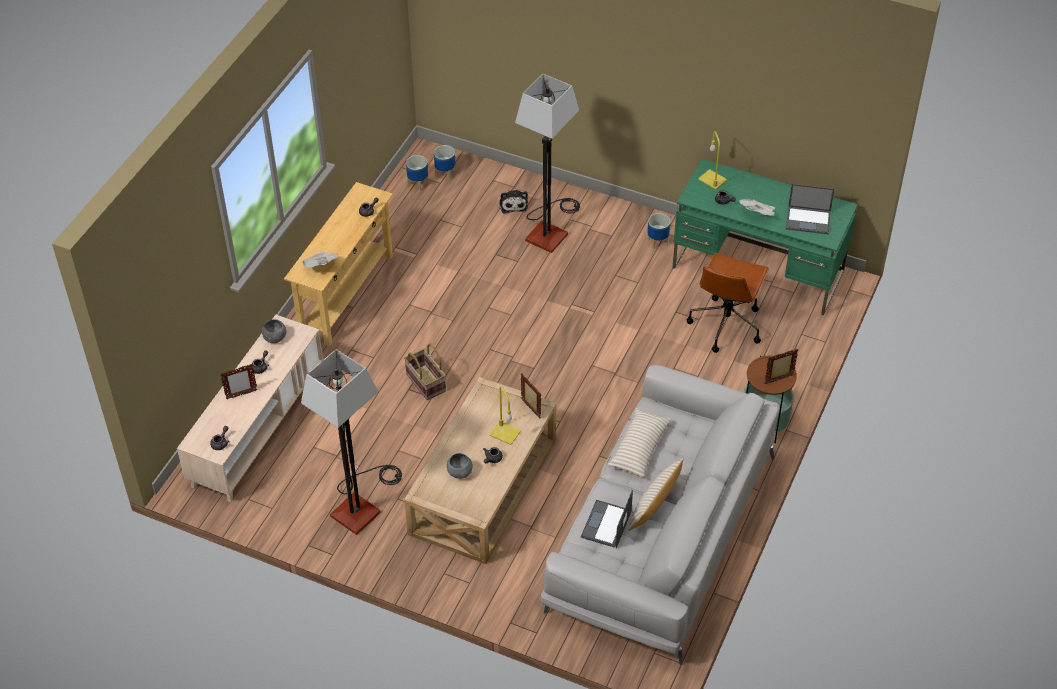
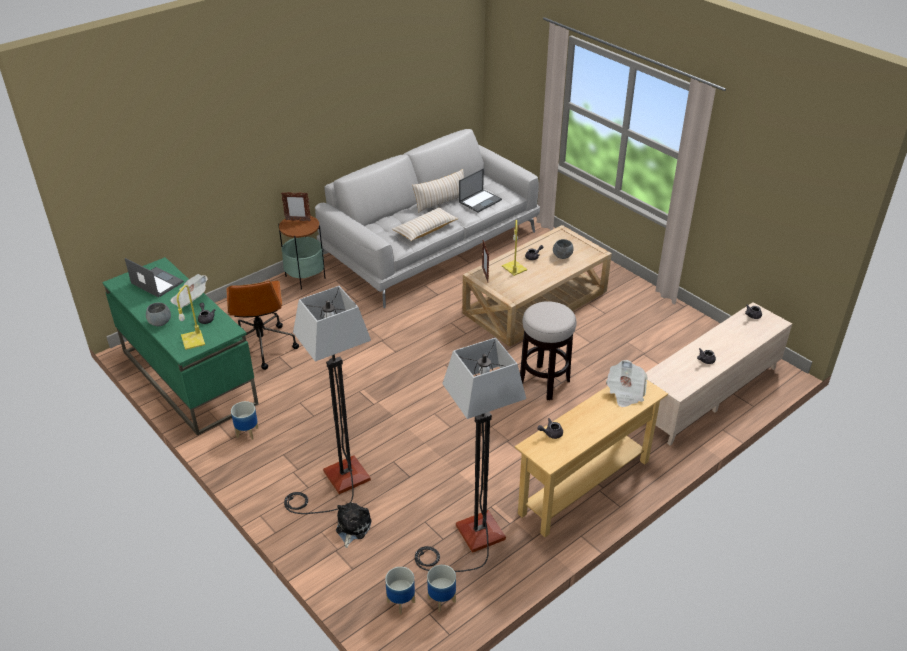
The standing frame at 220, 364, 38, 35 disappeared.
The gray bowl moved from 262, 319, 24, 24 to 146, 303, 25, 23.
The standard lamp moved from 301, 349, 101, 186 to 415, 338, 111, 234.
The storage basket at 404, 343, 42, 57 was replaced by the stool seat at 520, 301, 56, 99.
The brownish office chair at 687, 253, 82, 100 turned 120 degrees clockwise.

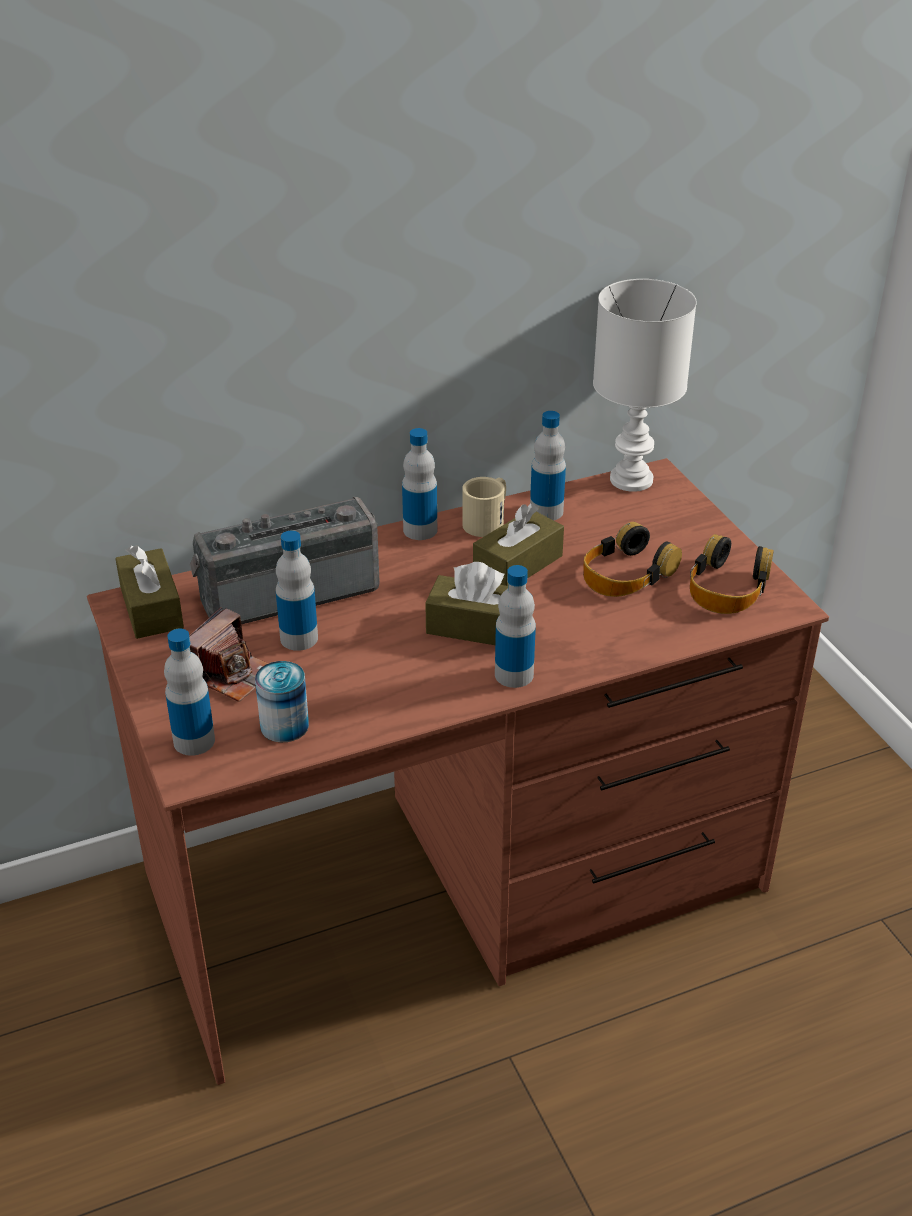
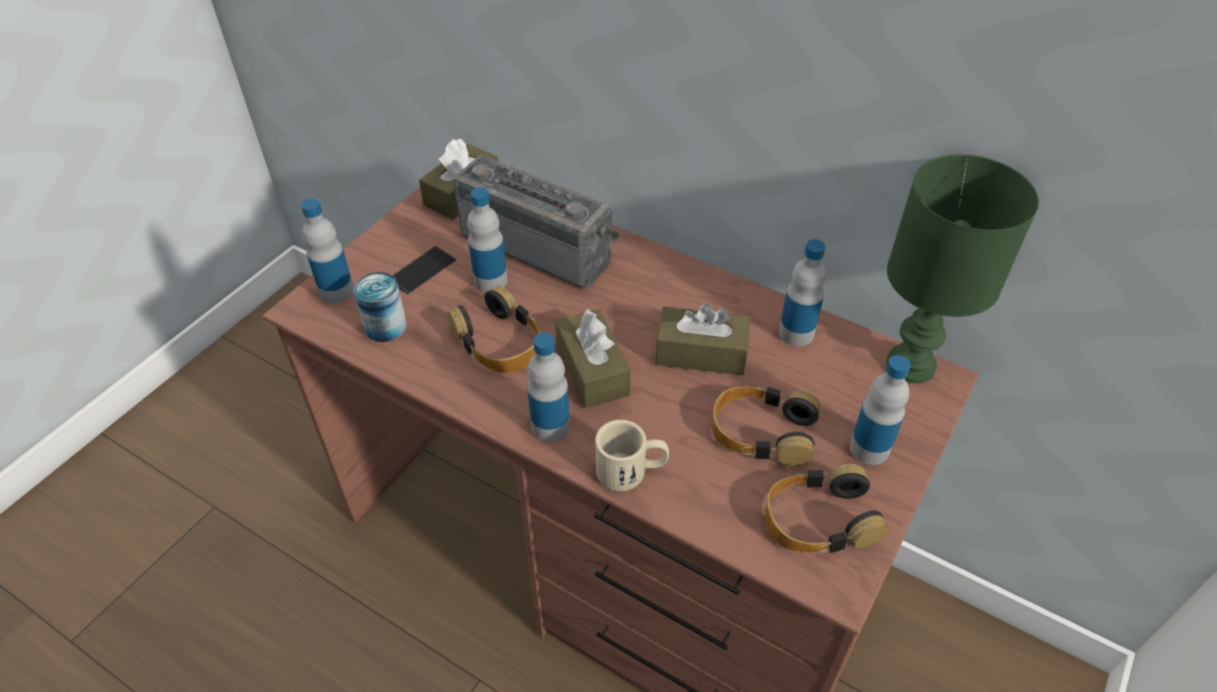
The photo camera at 189, 607, 80, 95 was replaced by the handset at 392, 246, 64, 49.
The drink bottle moved from 402, 428, 35, 112 to 850, 355, 61, 110.
The beige-coloured tea mug moved from 462, 477, 44, 60 to 595, 420, 74, 71.
The white lamp for a table at 593, 279, 104, 213 became the greenish lamp for a table at 887, 154, 152, 229.
The pair of headphones at 447, 286, 93, 87 appeared.

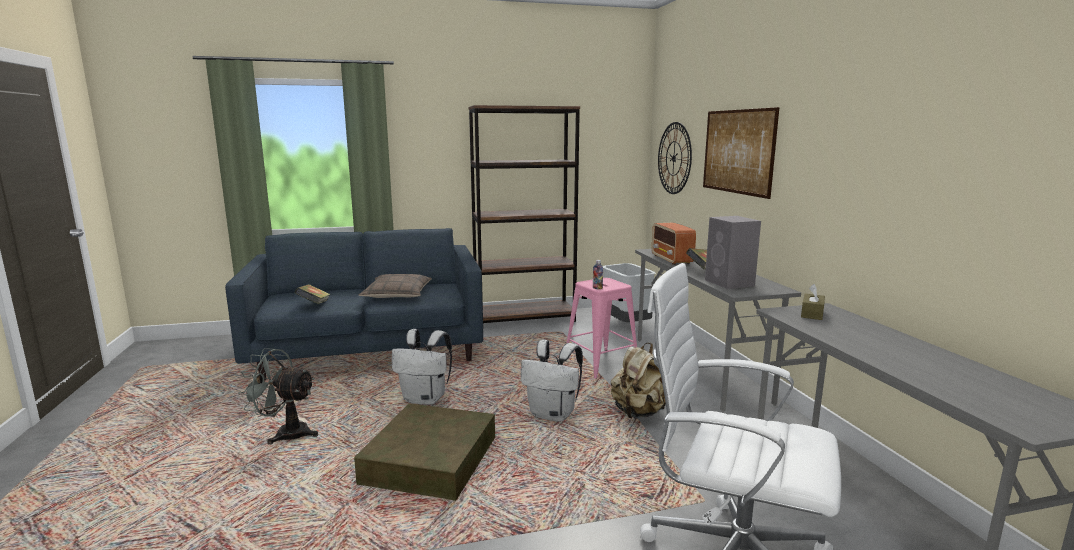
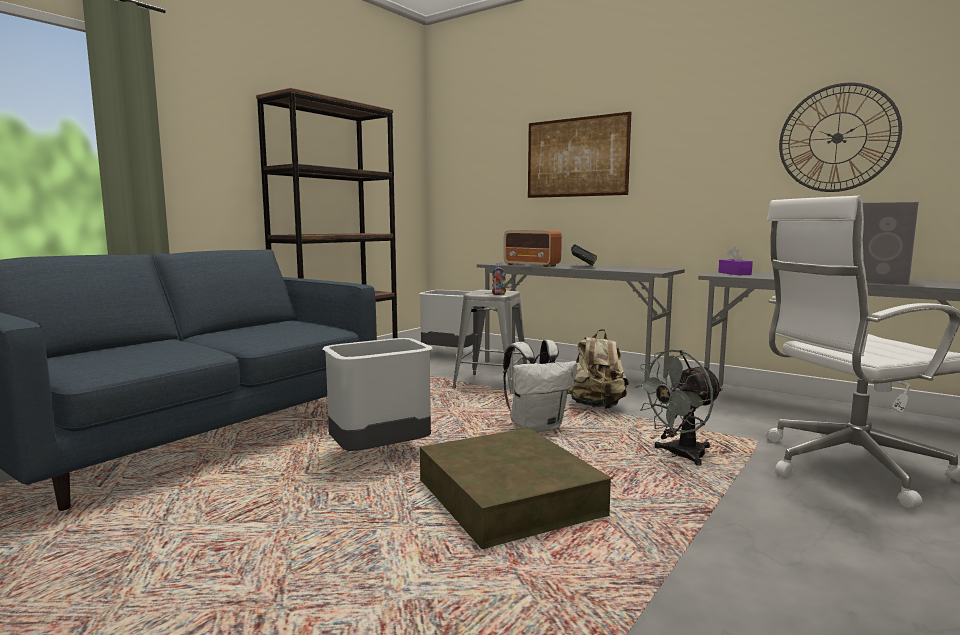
The gray fan moved from 238, 348, 80, 97 to 635, 350, 88, 116.
The volume at 294, 284, 36, 20 disappeared.
The throw pillow at 359, 274, 73, 24 disappeared.
The white backpack at 392, 329, 60, 76 was replaced by the gray trash can at 323, 338, 109, 113.
The pink stool seat at 567, 278, 70, 101 became the gray stool seat at 453, 290, 74, 104.
The hanging clock moved from 658, 122, 34, 72 to 779, 82, 123, 110.
The gray loudspeaker moved from 705, 216, 56, 73 to 862, 202, 57, 83.
The brownish box of tissues at 801, 284, 24, 36 became the purple box of tissues at 718, 247, 35, 28.

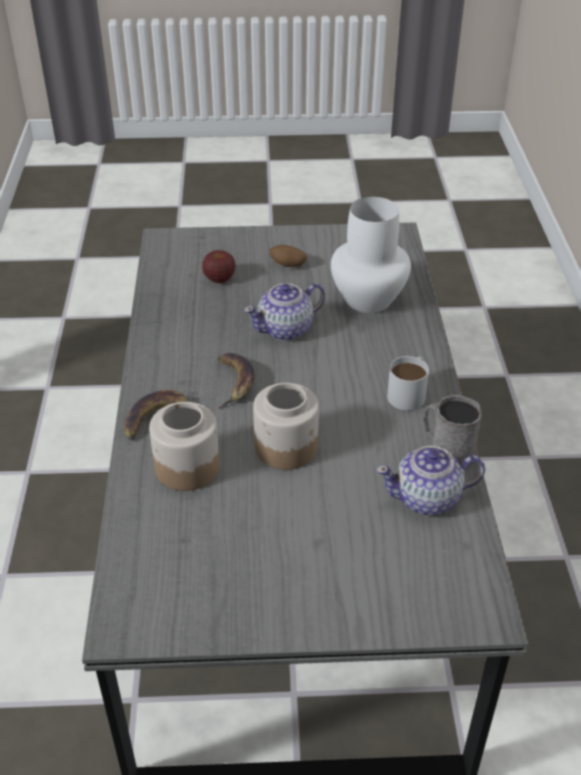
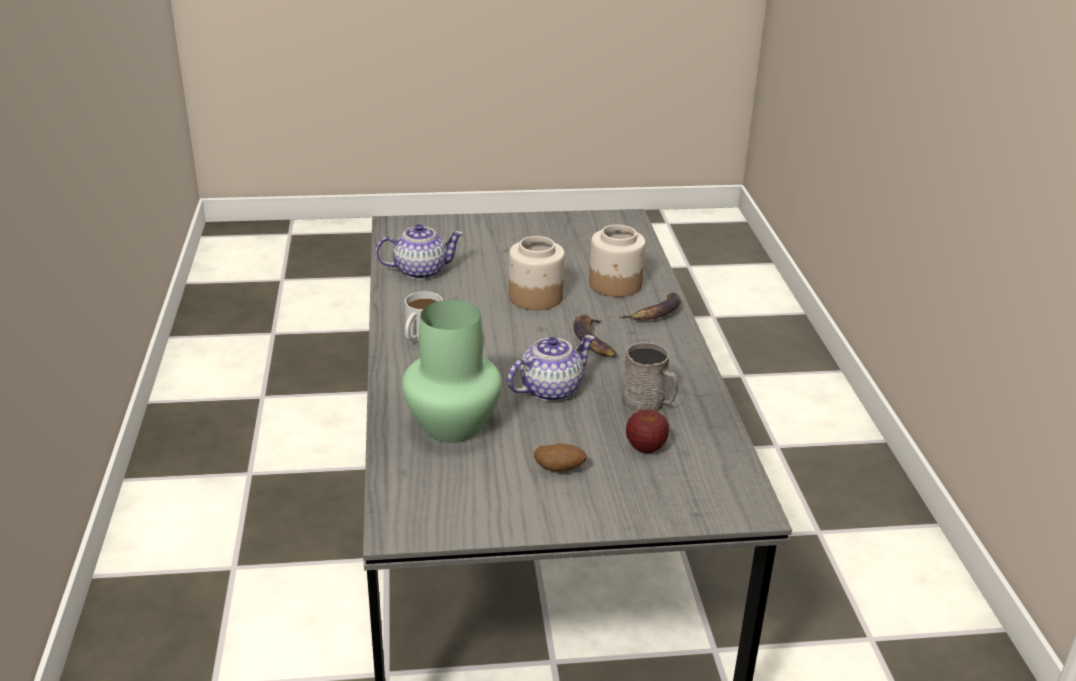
The white vase at 331, 197, 80, 116 became the greenish vase at 402, 300, 100, 143.
The gray tea mug moved from 424, 395, 58, 66 to 622, 342, 57, 71.

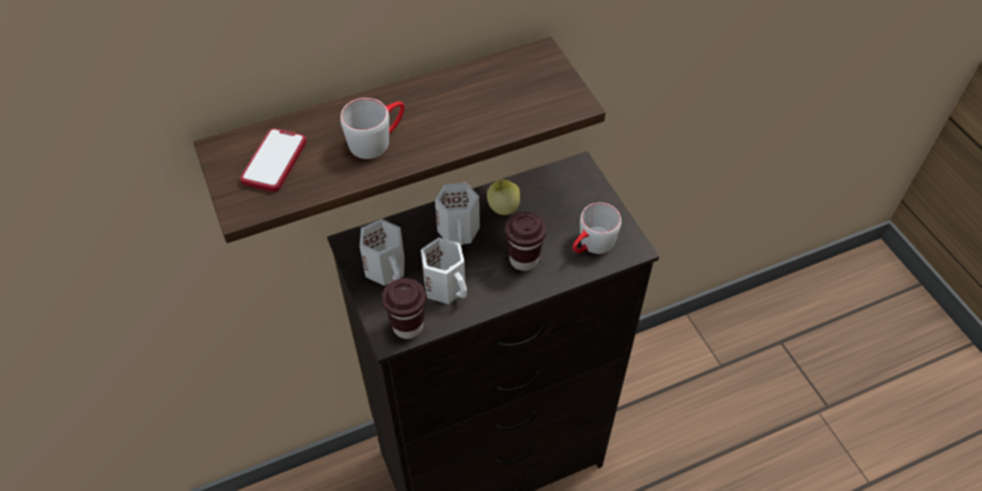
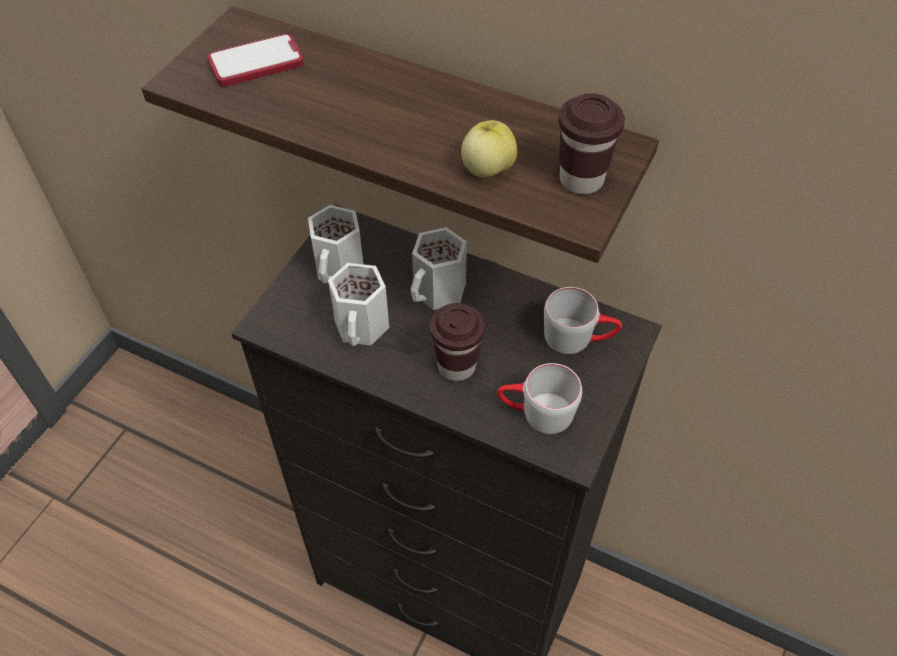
The gray tea mug moved from 340, 98, 65, 61 to 544, 287, 78, 67.
The brownish drinking cup moved from 382, 278, 44, 61 to 559, 93, 66, 101.
The apple moved from 487, 179, 33, 36 to 461, 120, 57, 57.

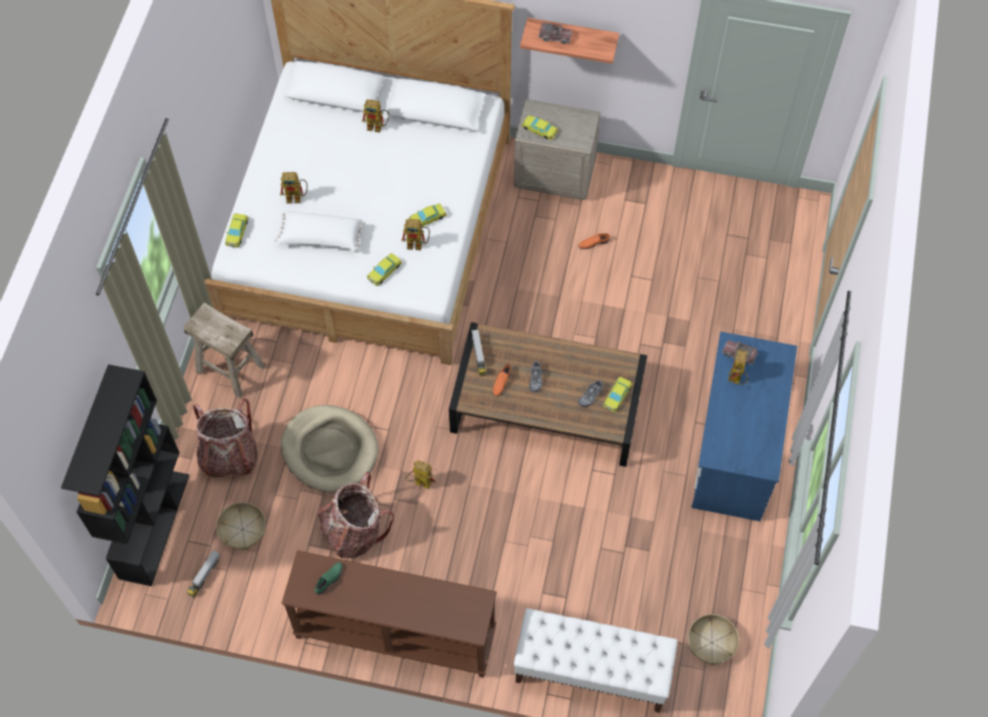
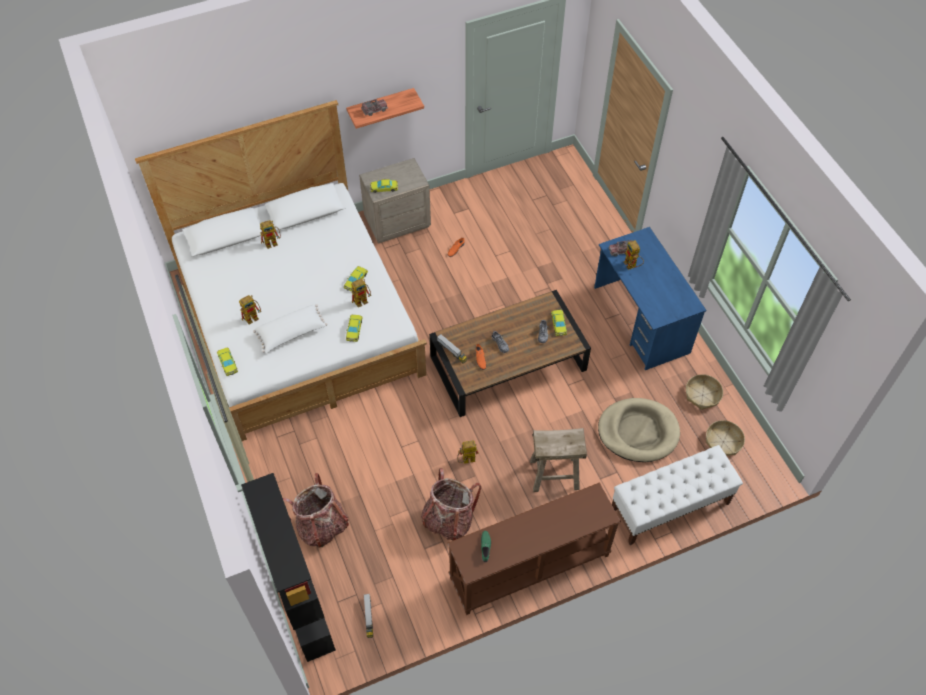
The beige-coloured stool seat moved from 183, 302, 82, 96 to 530, 428, 57, 64.
The storage basket moved from 216, 502, 50, 48 to 686, 374, 37, 36.
The beige-coloured dog cushion moved from 281, 405, 98, 87 to 598, 398, 82, 64.

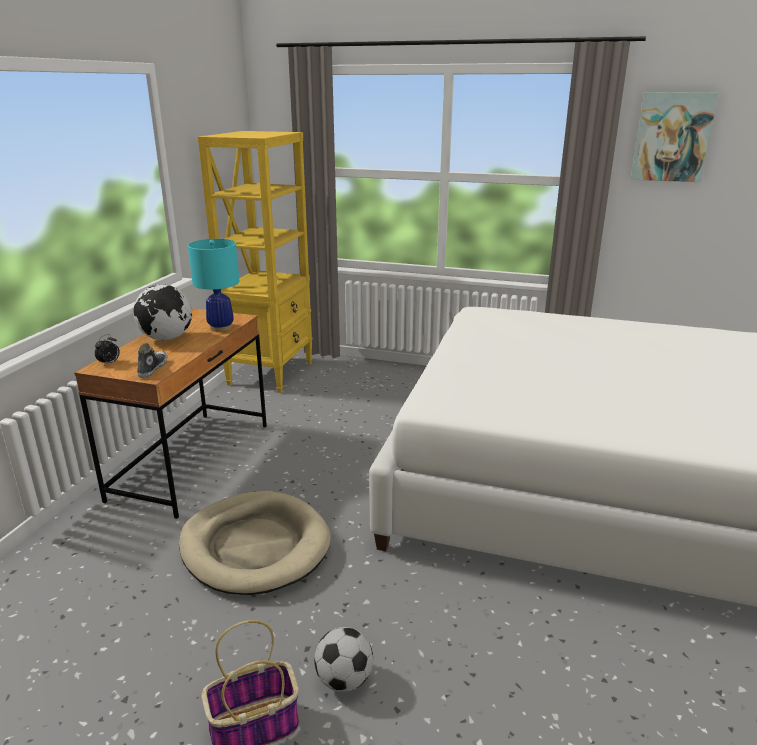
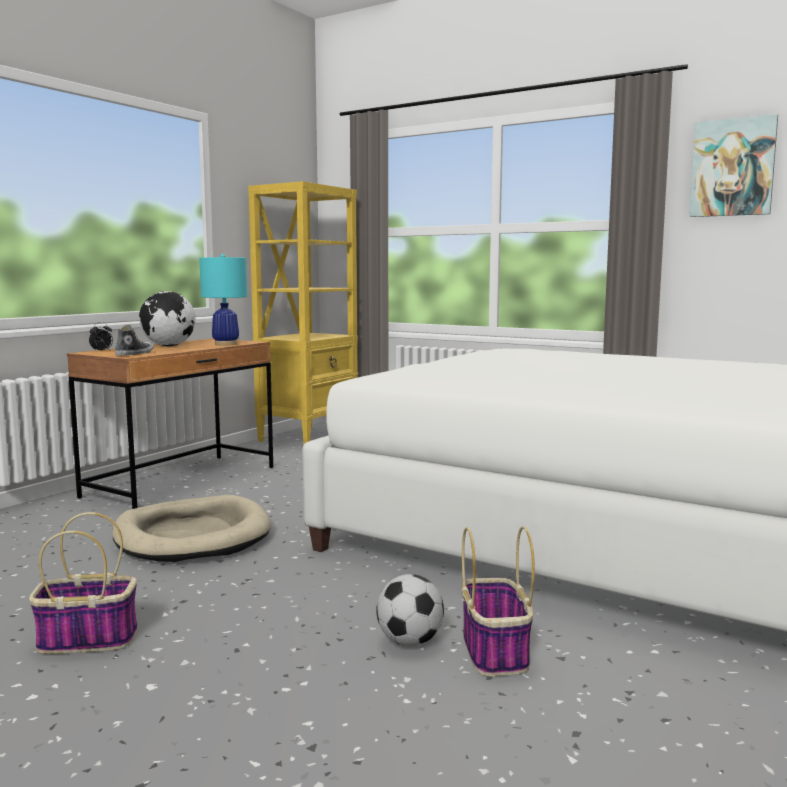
The ball for football moved from 314, 627, 59, 65 to 376, 574, 68, 72.
The storage basket at 462, 526, 73, 150 appeared.

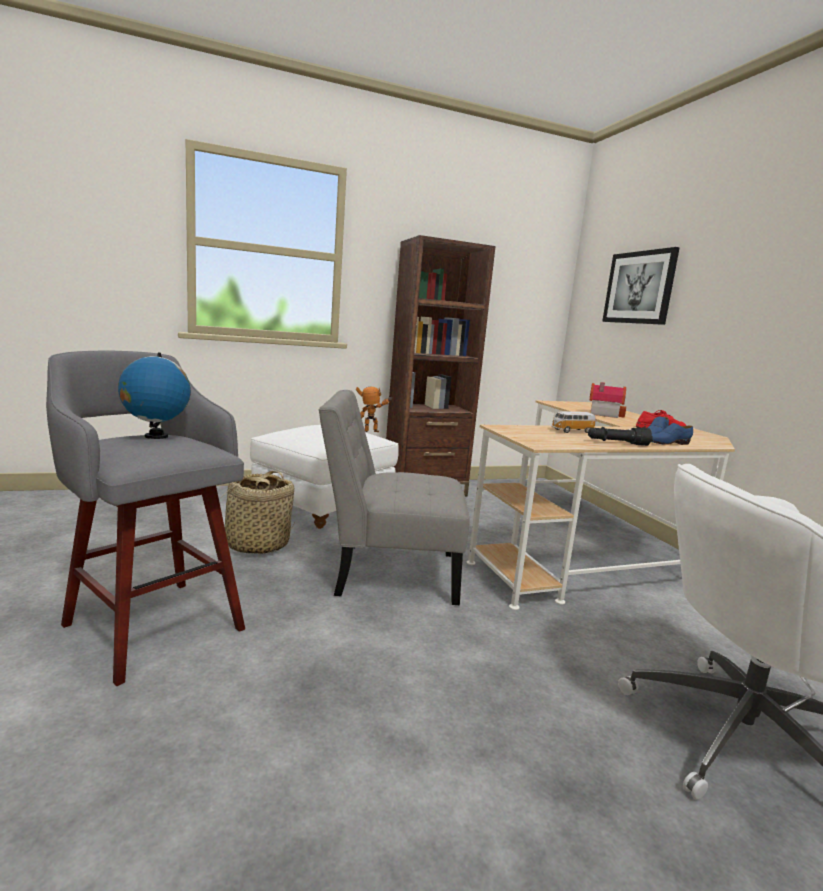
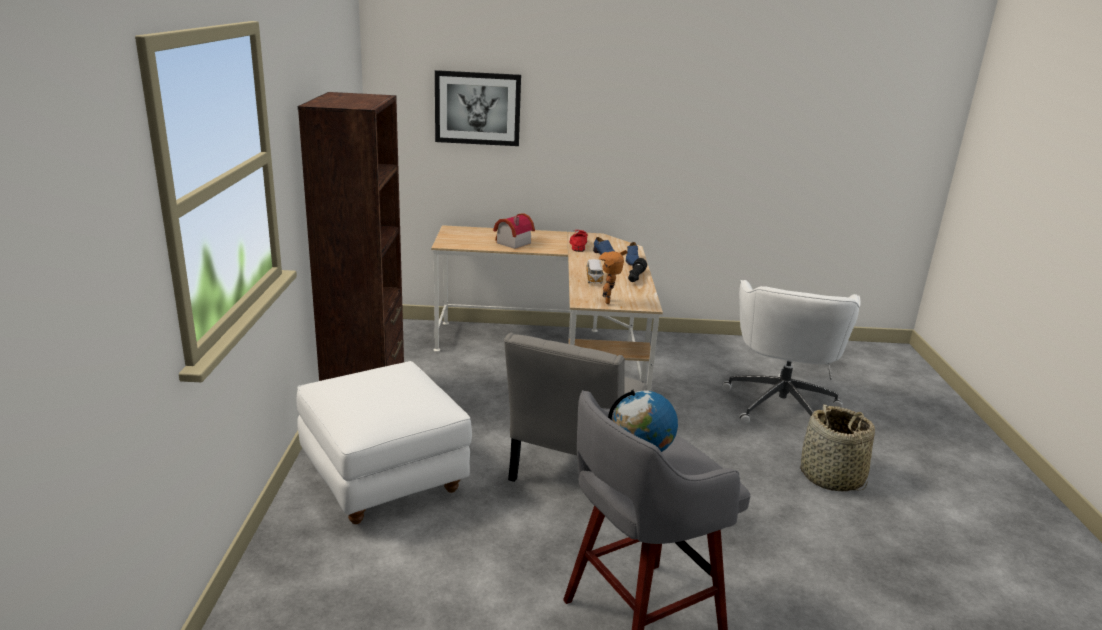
The storage basket moved from 225, 471, 69, 83 to 800, 404, 75, 87.
The model robot moved from 356, 387, 37, 45 to 599, 250, 29, 54.

